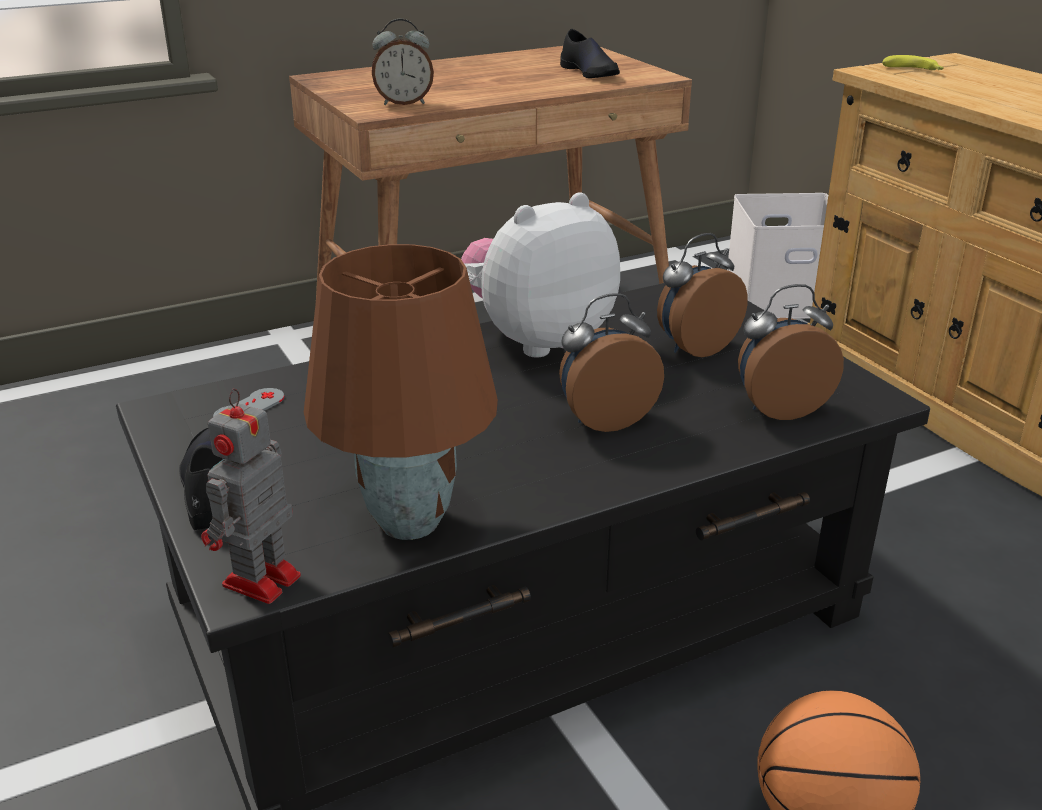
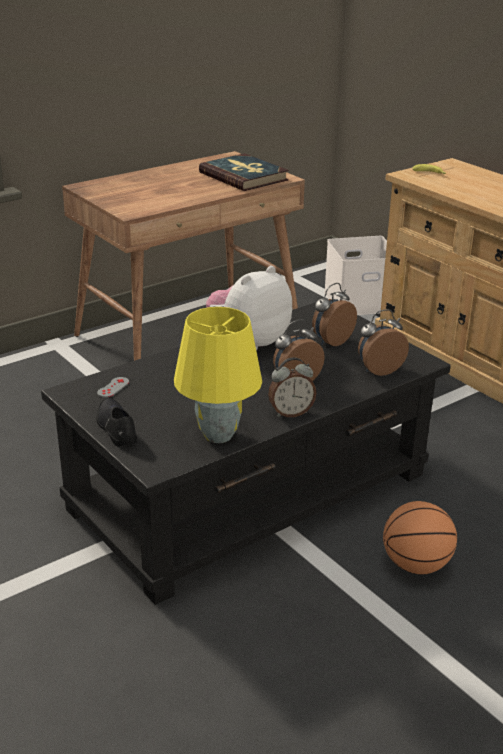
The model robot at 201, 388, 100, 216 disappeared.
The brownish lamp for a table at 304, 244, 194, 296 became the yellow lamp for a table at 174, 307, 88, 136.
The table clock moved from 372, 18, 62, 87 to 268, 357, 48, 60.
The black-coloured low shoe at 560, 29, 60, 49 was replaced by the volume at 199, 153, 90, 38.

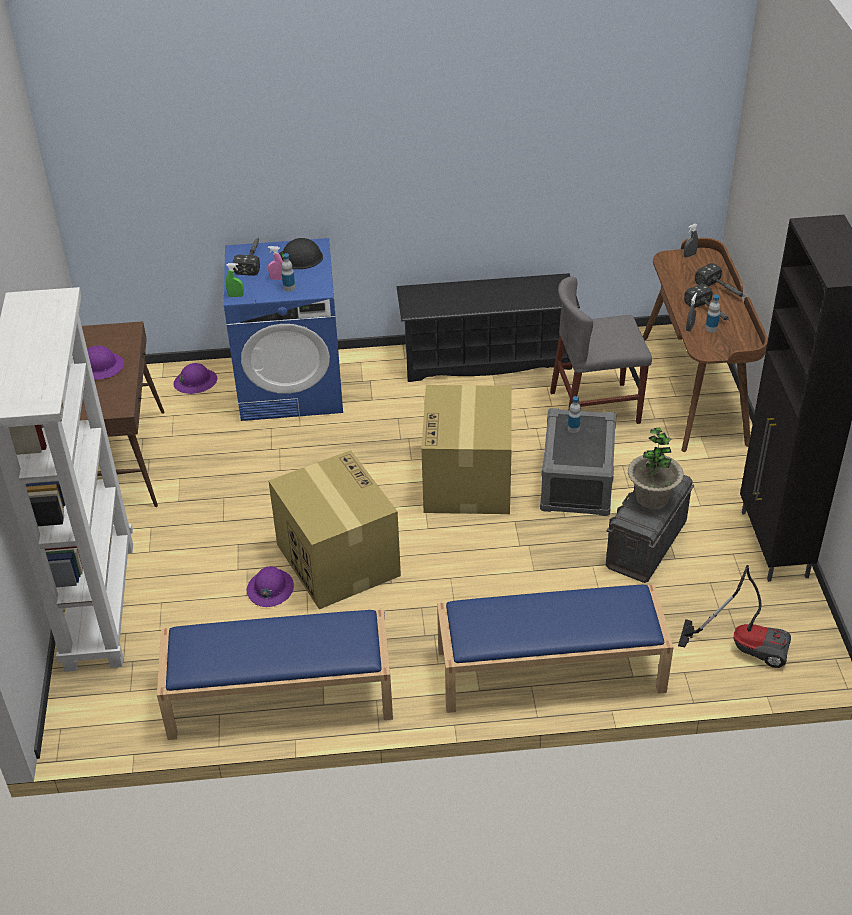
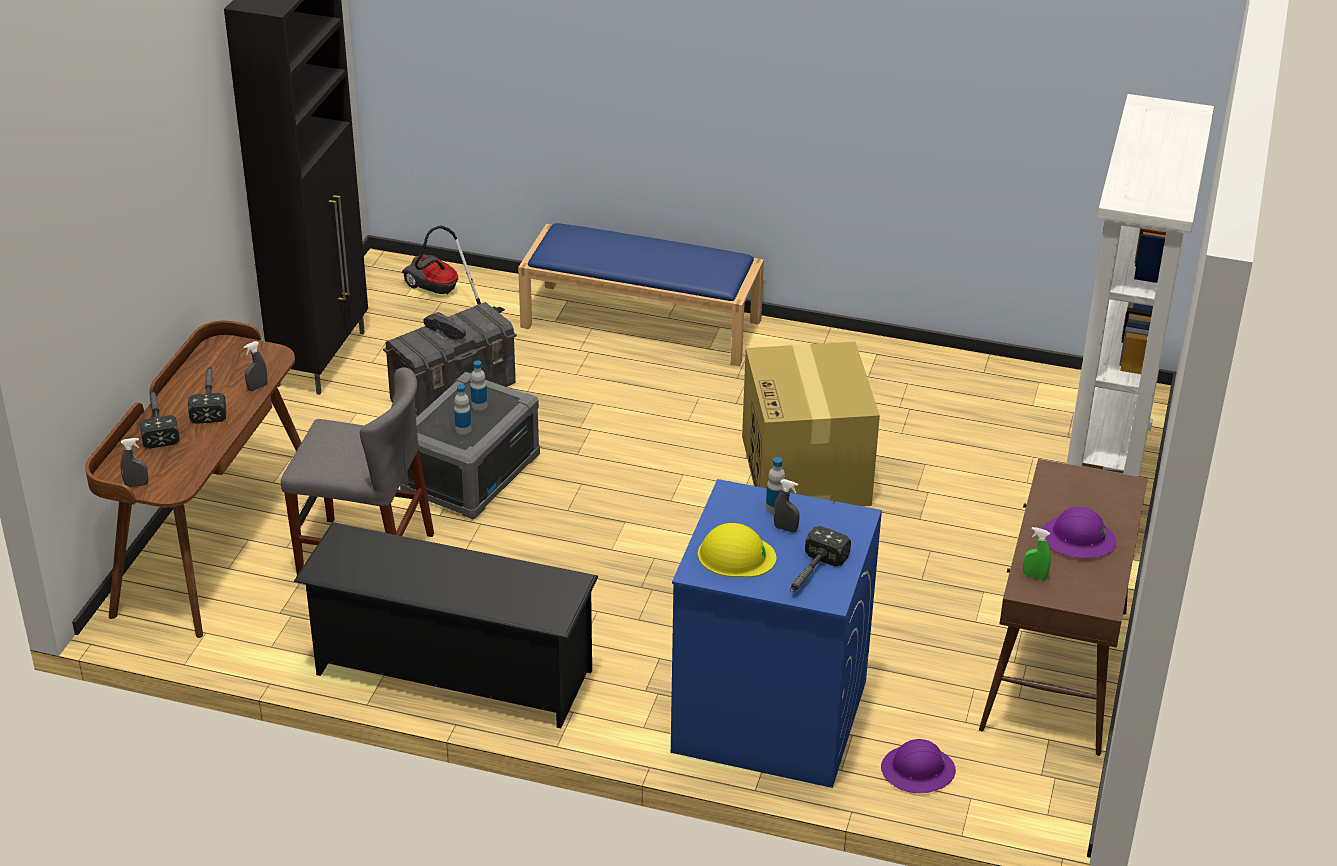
The blue bench at 157, 610, 236, 130 disappeared.
The greenish hand sprayer moved from 226, 263, 18, 34 to 1023, 527, 28, 53.
The purple work helmet at 247, 566, 47, 41 disappeared.
The pink hand sprayer at 268, 246, 15, 34 became the gray hand sprayer at 774, 479, 26, 53.
The black-coloured work helmet at 279, 238, 44, 31 became the yellow work helmet at 698, 523, 78, 54.
The packing box at 421, 385, 91, 129 disappeared.
The plant in a pot at 628, 428, 56, 82 was replaced by the black-coloured low shoe at 423, 312, 43, 28.
The drink bottle moved from 705, 295, 15, 37 to 470, 360, 17, 50.

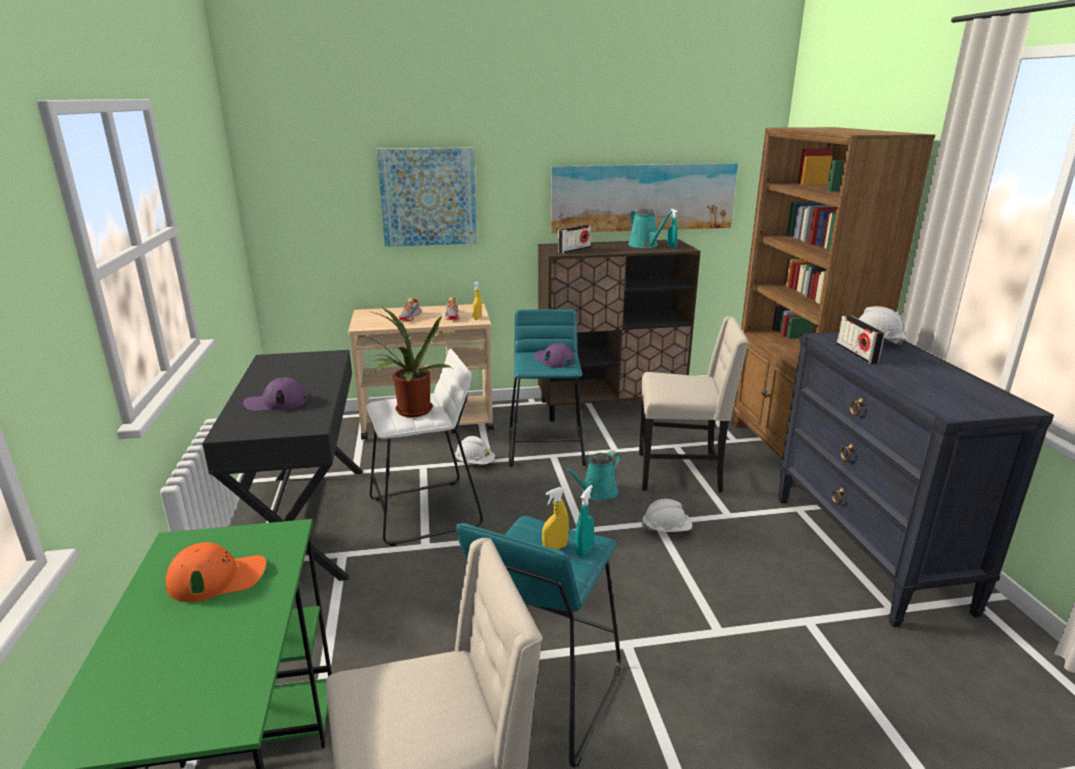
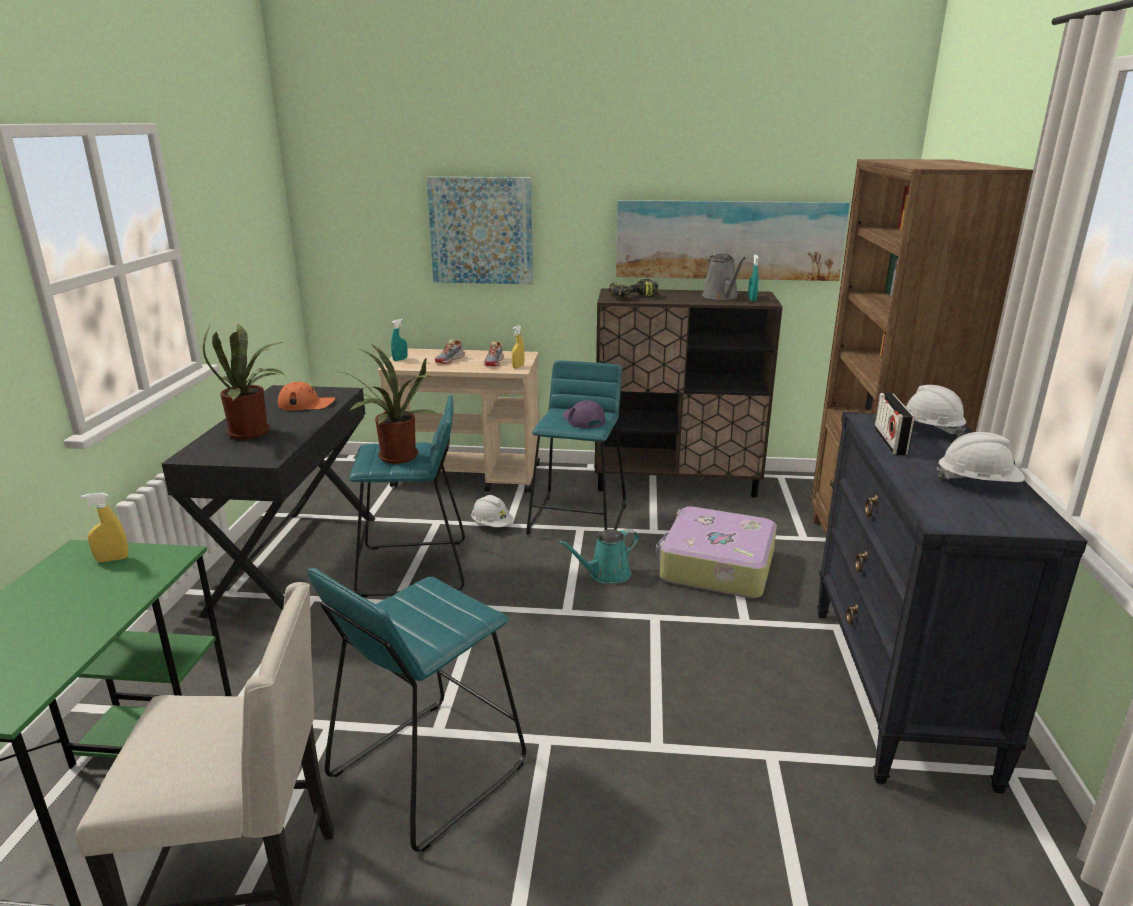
The orange peaked cap moved from 166, 542, 100, 60 to 278, 382, 57, 28.
The purple peaked cap at 243, 377, 64, 34 was replaced by the plant in a pot at 203, 324, 83, 115.
The white stool seat at 366, 349, 117, 197 became the turquoise stool seat at 349, 395, 116, 202.
The yellow hand sprayer moved from 542, 487, 27, 63 to 81, 492, 47, 70.
The radio at 558, 225, 33, 29 was replaced by the power drill at 609, 279, 49, 20.
The turquoise hand sprayer moved from 575, 485, 19, 72 to 391, 319, 16, 42.
The turquoise sprinkling can at 628, 209, 45, 39 became the gray sprinkling can at 702, 254, 44, 46.
The beige-coloured upright chair at 639, 316, 110, 176 was replaced by the travel case at 656, 506, 121, 92.
The white work helmet moved from 642, 499, 50, 33 to 936, 432, 89, 50.

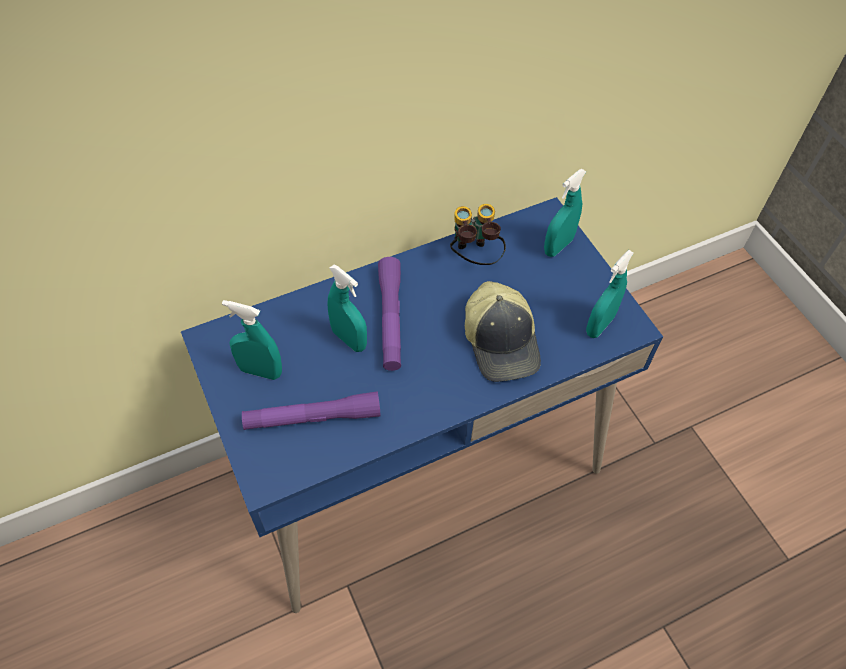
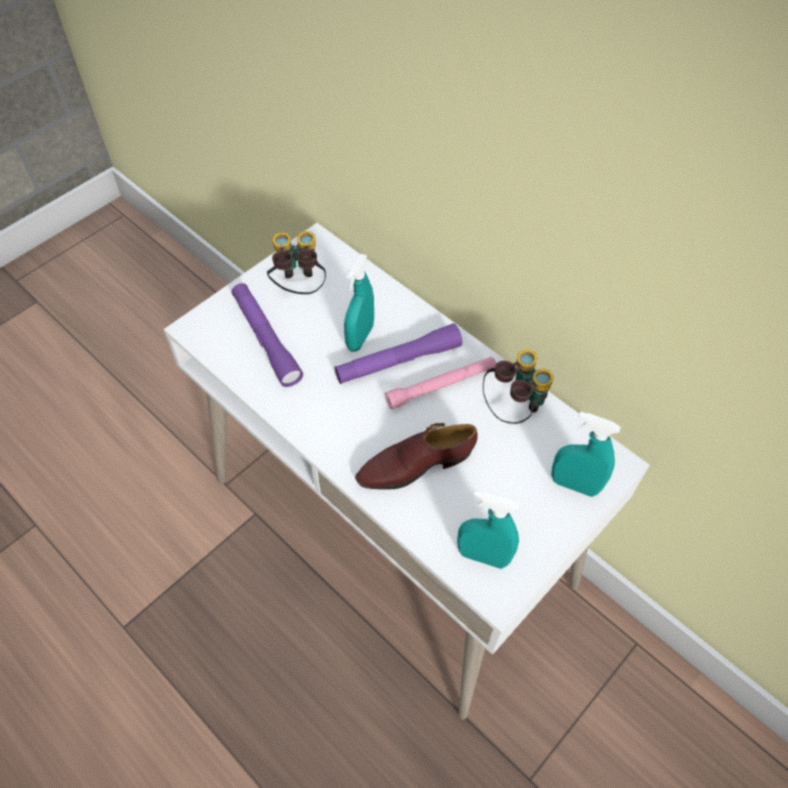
The blue desk at 181, 197, 482, 416 became the white desk at 164, 223, 486, 497.
The turquoise hand sprayer at 222, 300, 60, 80 was replaced by the field glasses at 267, 231, 59, 63.
The peaked cap at 465, 281, 76, 101 was replaced by the brownish low shoe at 355, 423, 123, 66.
The pink torch at 385, 357, 111, 52 appeared.

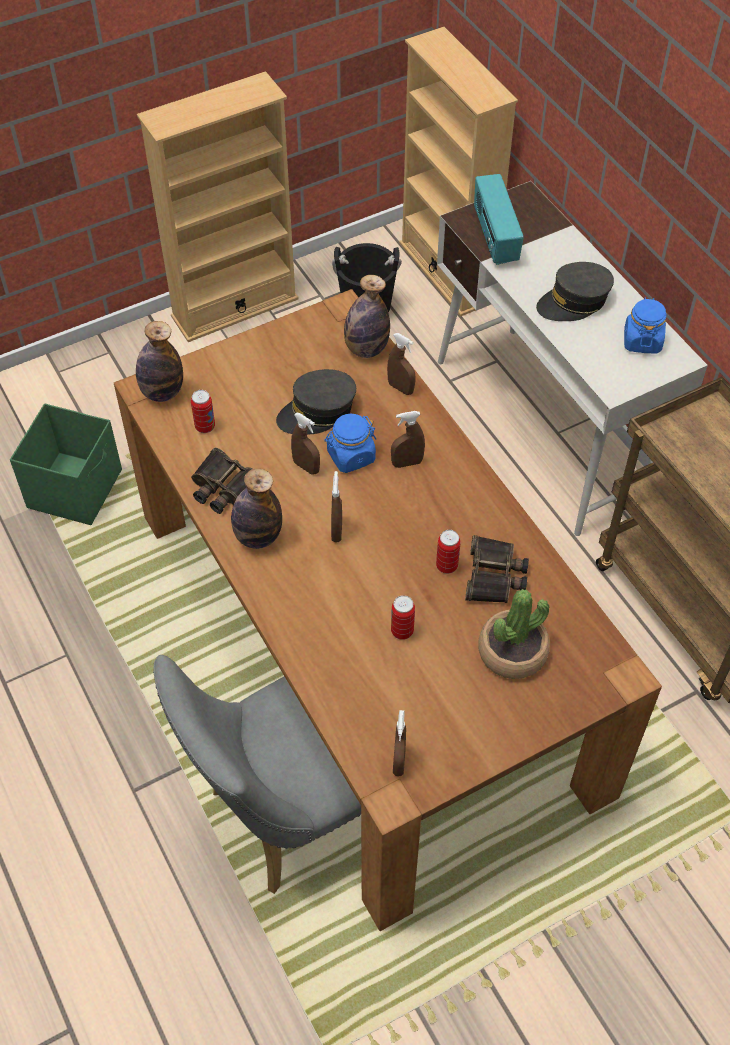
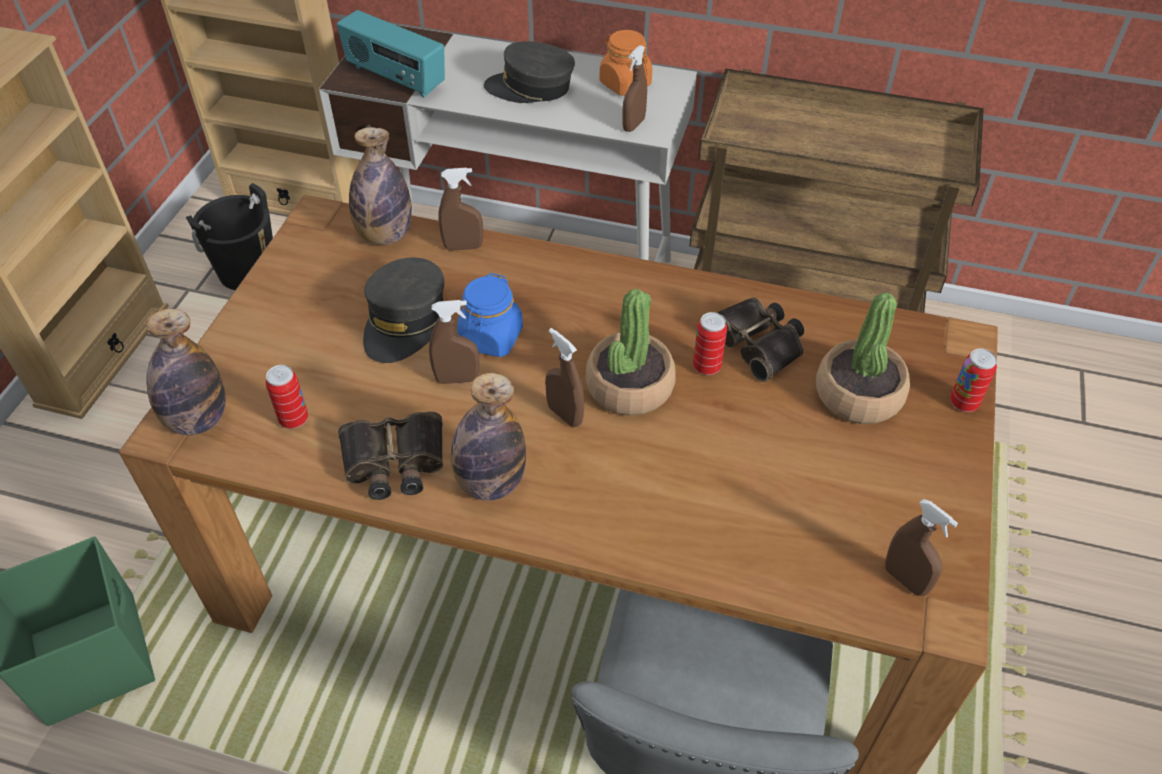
The brownish hand sprayer moved from 391, 411, 34, 57 to 622, 45, 25, 87.
The sealed can moved from 391, 595, 24, 45 to 950, 348, 47, 64.
The gray peaked cap at 536, 262, 78, 59 turned 75 degrees clockwise.
The blue preserve jar at 624, 298, 43, 56 became the orange preserve jar at 599, 30, 53, 66.
The plant in a pot at 586, 289, 90, 127 appeared.

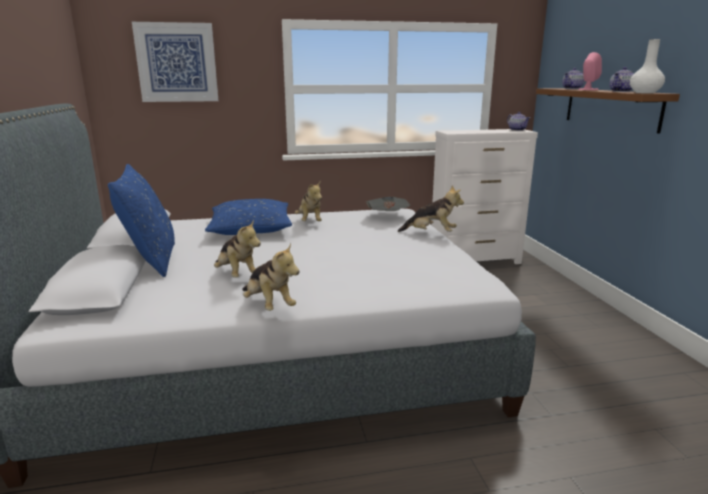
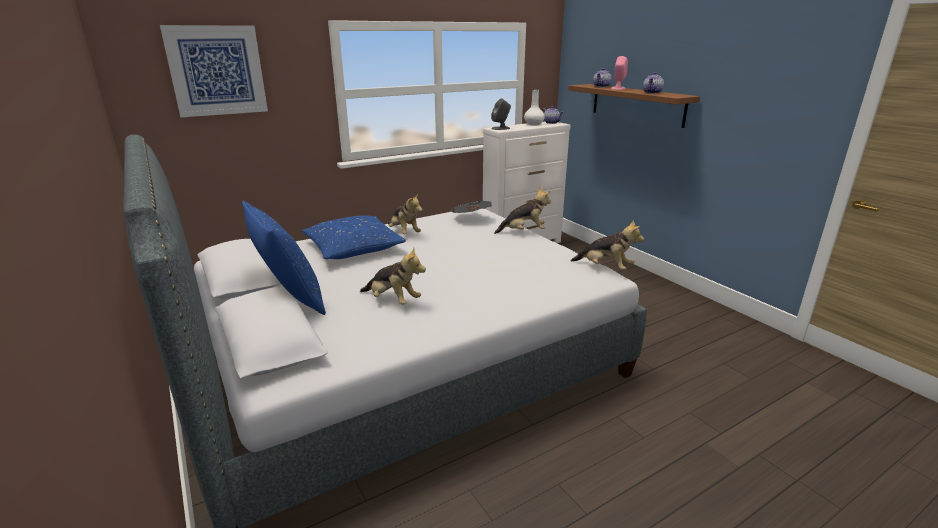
The cuddly toy moved from 242, 243, 58, 68 to 571, 220, 73, 50.
The white vase moved from 630, 39, 35, 54 to 524, 90, 21, 36.
The gray loudspeaker at 491, 99, 20, 31 appeared.

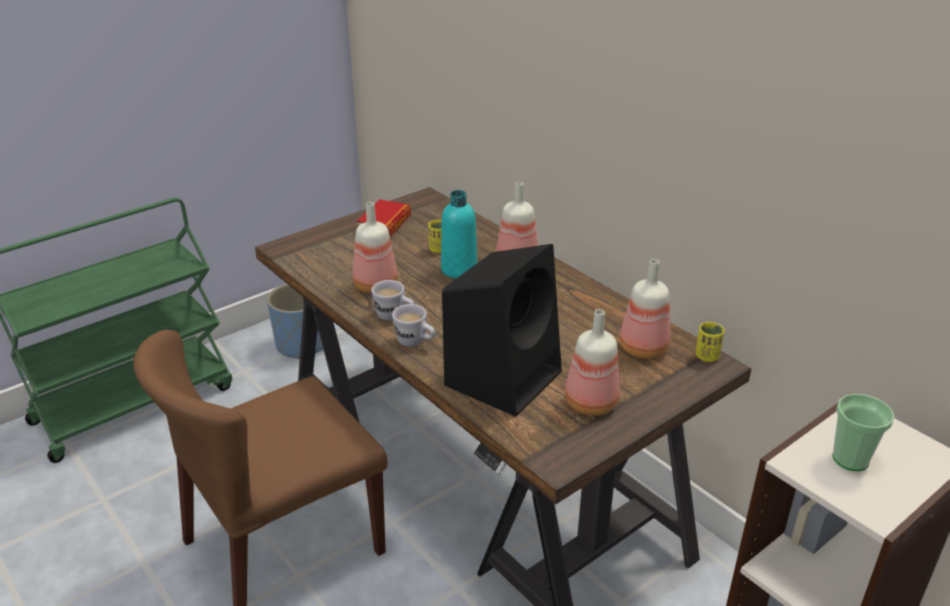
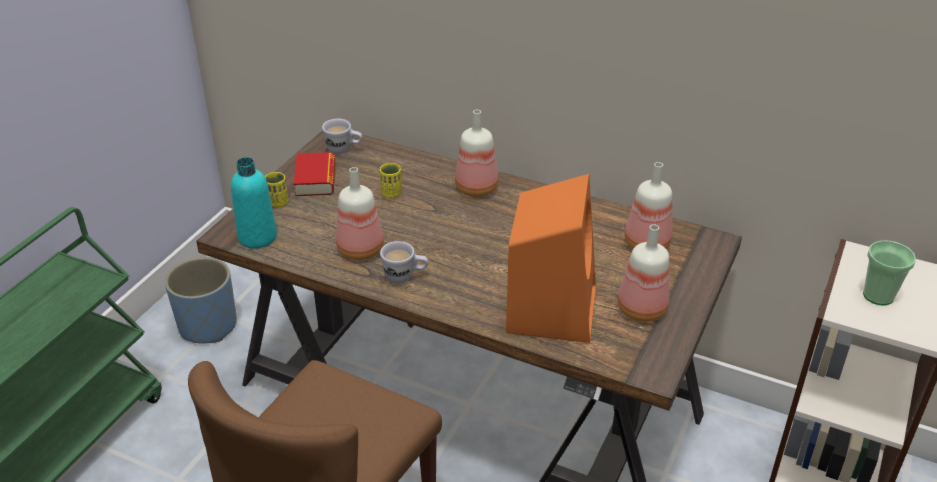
The white tea mug moved from 392, 304, 43, 42 to 322, 119, 41, 35.
The turquoise drink bottle moved from 441, 190, 36, 88 to 231, 157, 46, 92.
The black-coloured loudspeaker at 442, 244, 120, 173 became the orange loudspeaker at 506, 174, 90, 169.
The yellow drinking cup moved from 696, 322, 28, 40 to 265, 172, 23, 35.

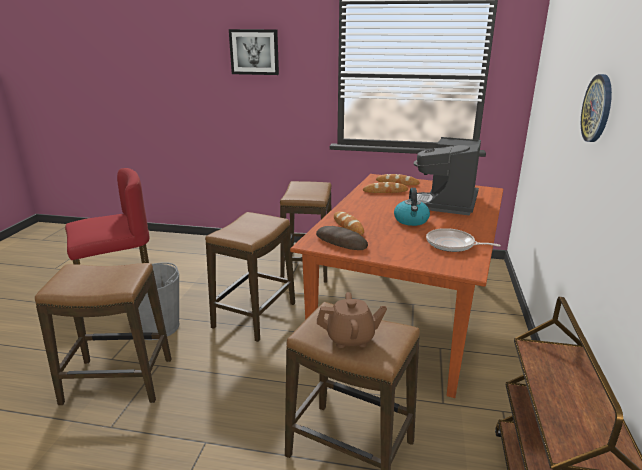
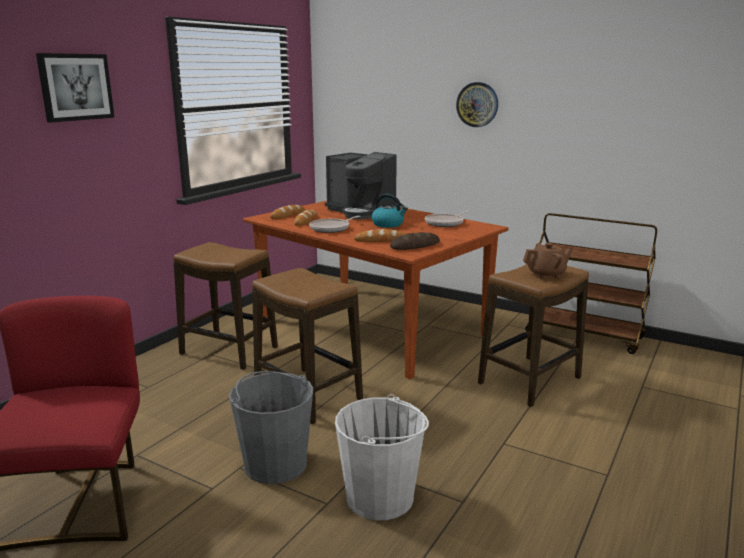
The stool seat at 35, 263, 136, 142 was replaced by the white bucket at 335, 394, 94, 126.
The brownish tea pot at 317, 292, 70, 56 turned 60 degrees clockwise.
The skillet at 309, 216, 52, 17 appeared.

